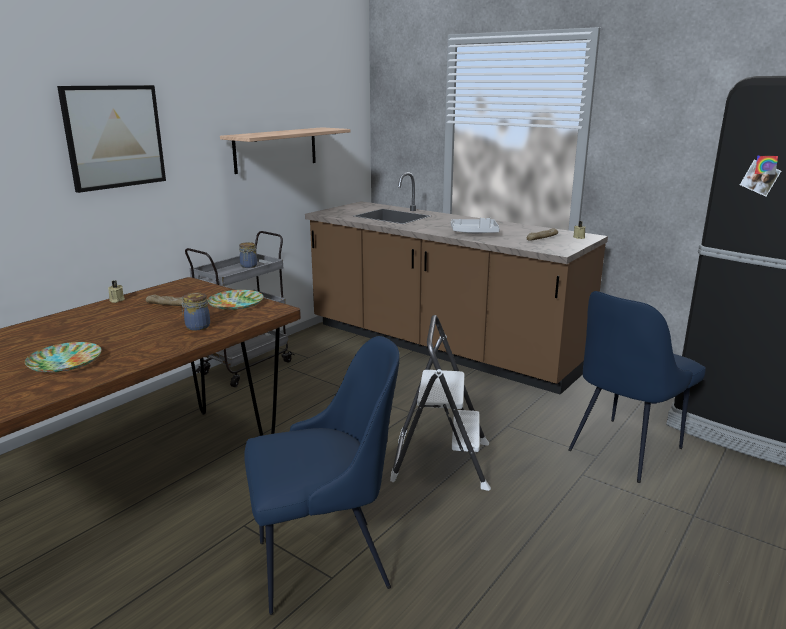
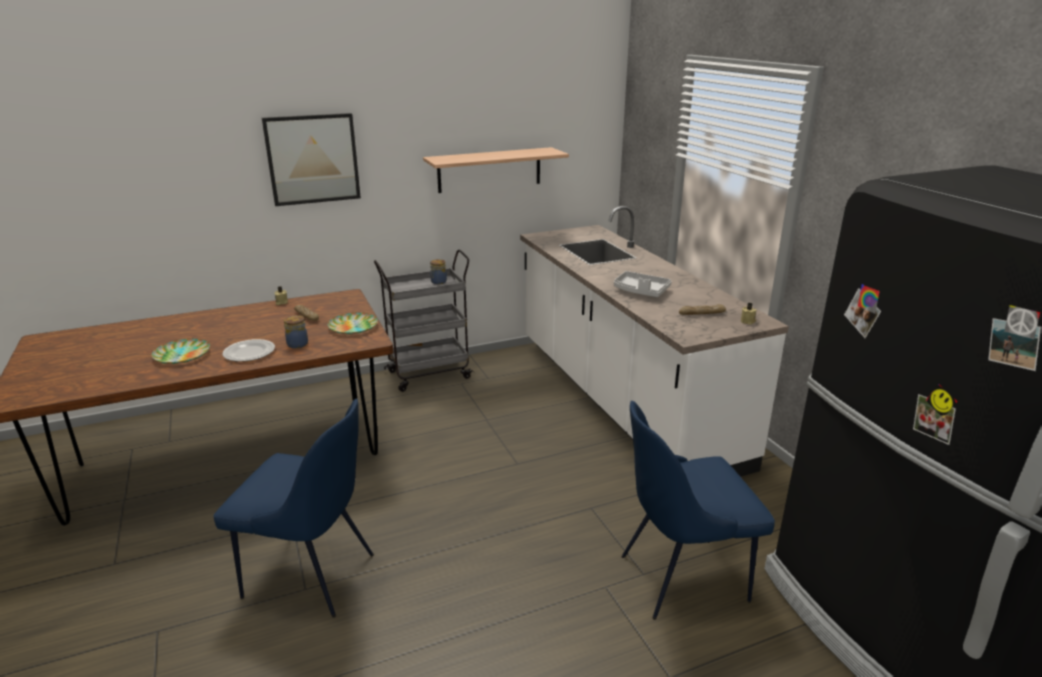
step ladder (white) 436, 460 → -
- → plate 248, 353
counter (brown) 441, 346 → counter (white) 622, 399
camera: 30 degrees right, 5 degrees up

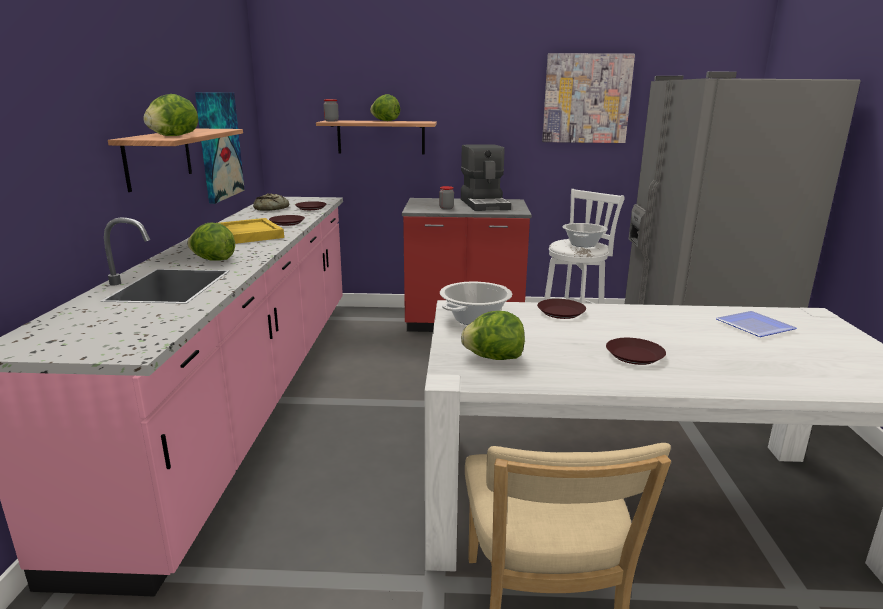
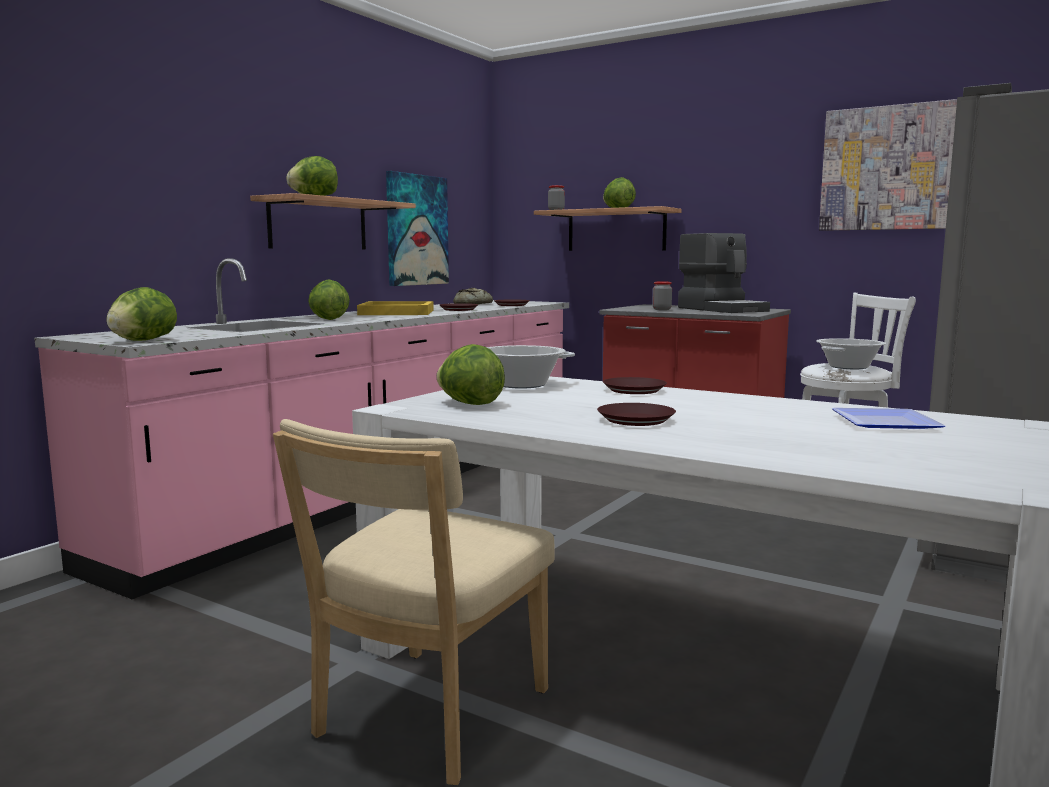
- → lettuce 142, 340
coffee machine 485, 204 → coffee machine 722, 309, 45 degrees counterclockwise
camera: 30 degrees right, 10 degrees down

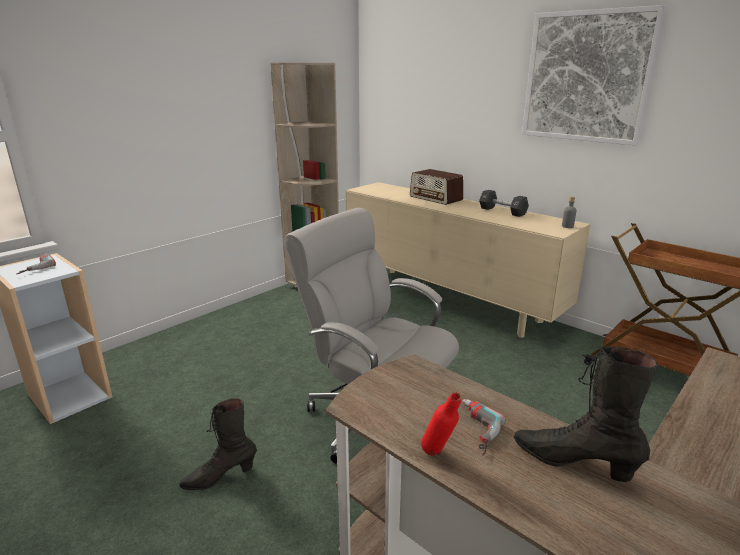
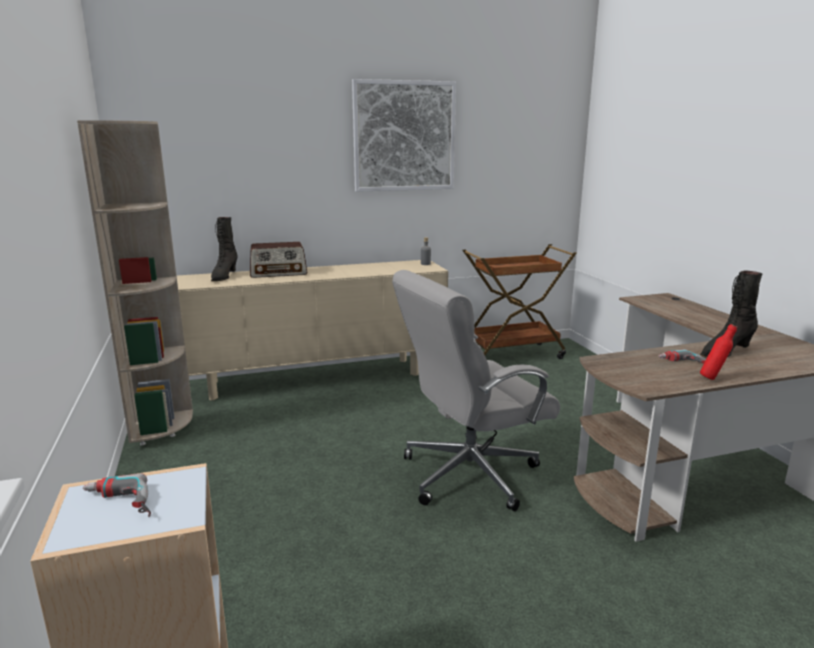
dumbbell (black) 502, 211 → -
boot (black) 220, 477 → boot (black) 224, 277, move
camera: 60 degrees left, 5 degrees down

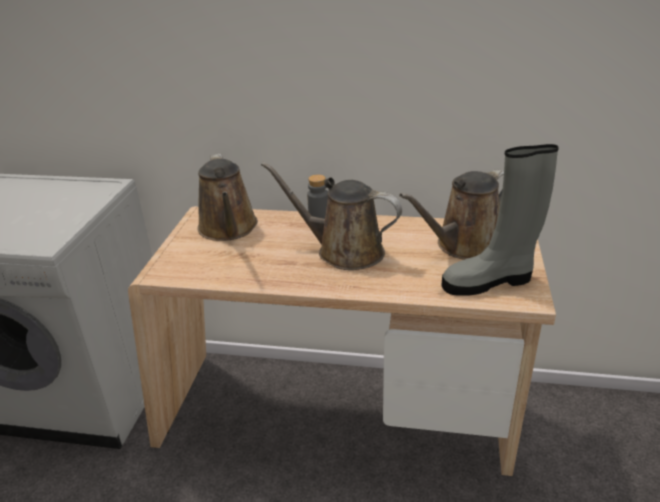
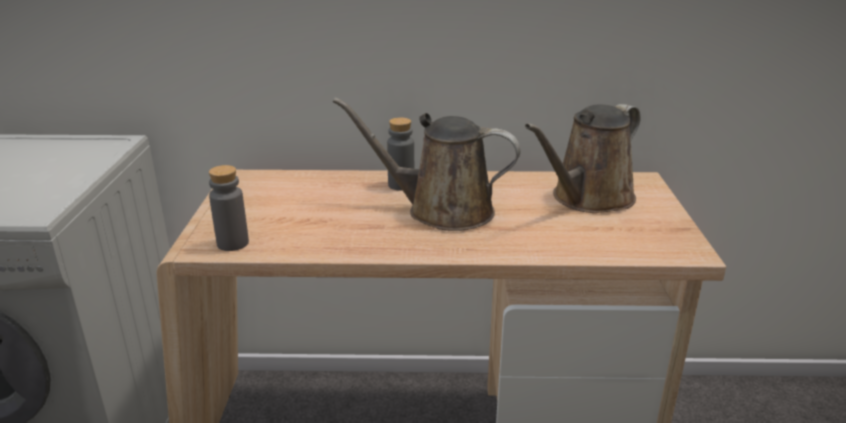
watering can (brown) 228, 229 → -
boot (grey) 489, 281 → -
- → bottle (grey) 233, 243
camera: 10 degrees left, 5 degrees down

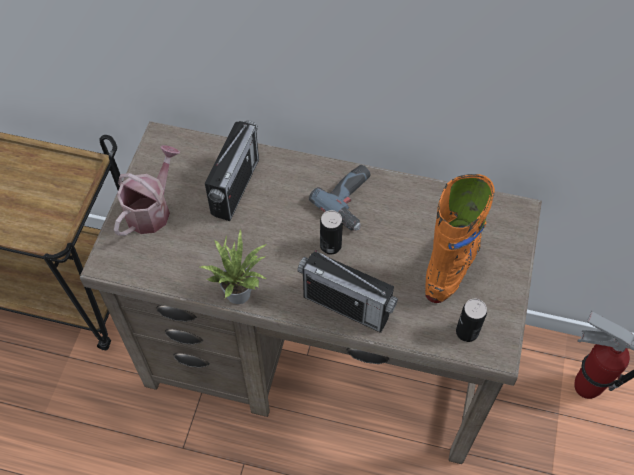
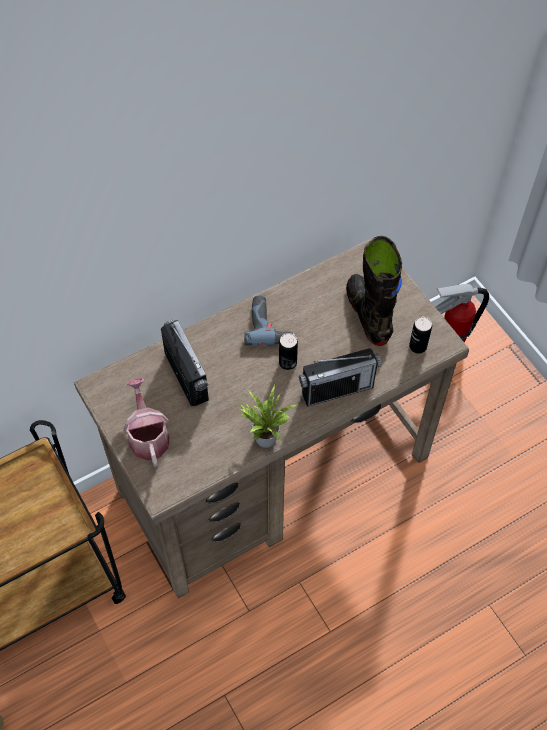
boot (orange) 452, 264 → boot (black) 368, 314
camera: 45 degrees left, 0 degrees up

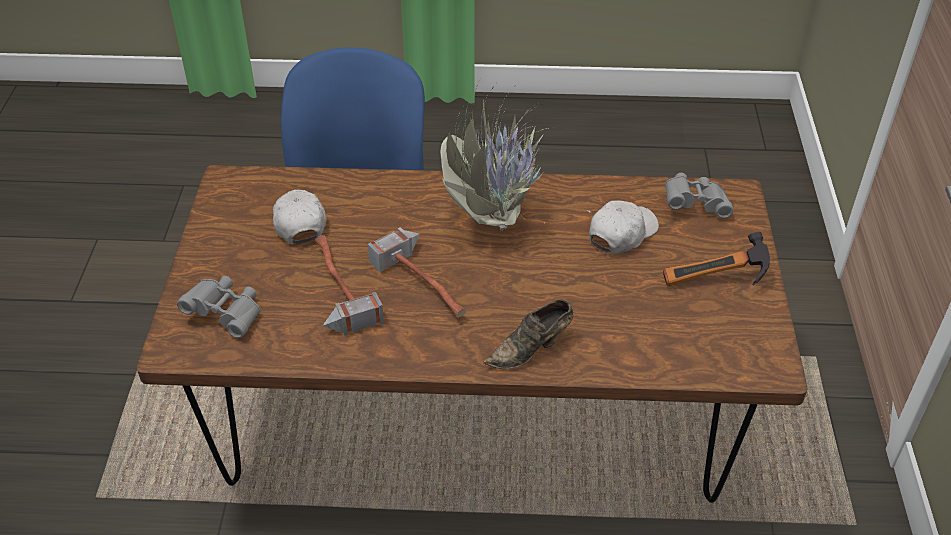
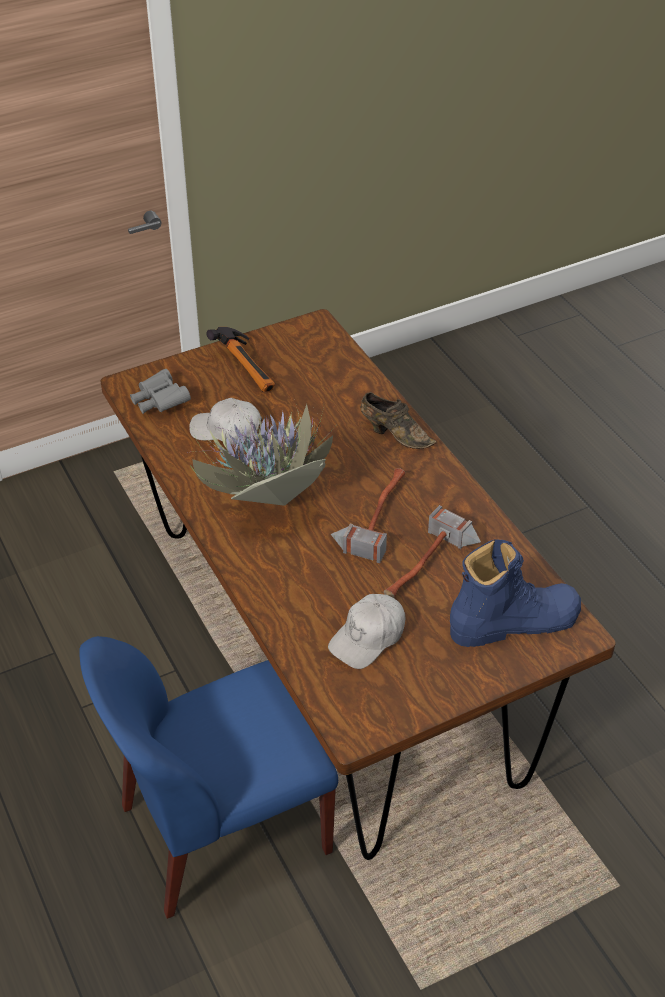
binoculars (grey) 226, 314 → boot (blue) 513, 622
camera: 120 degrees left, 0 degrees up

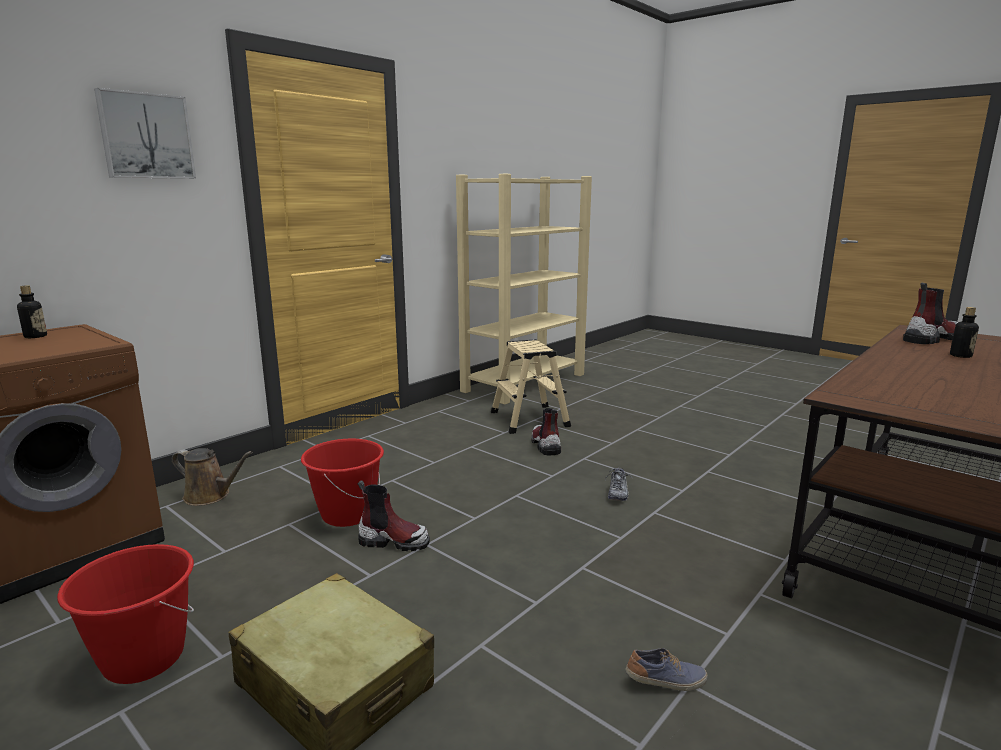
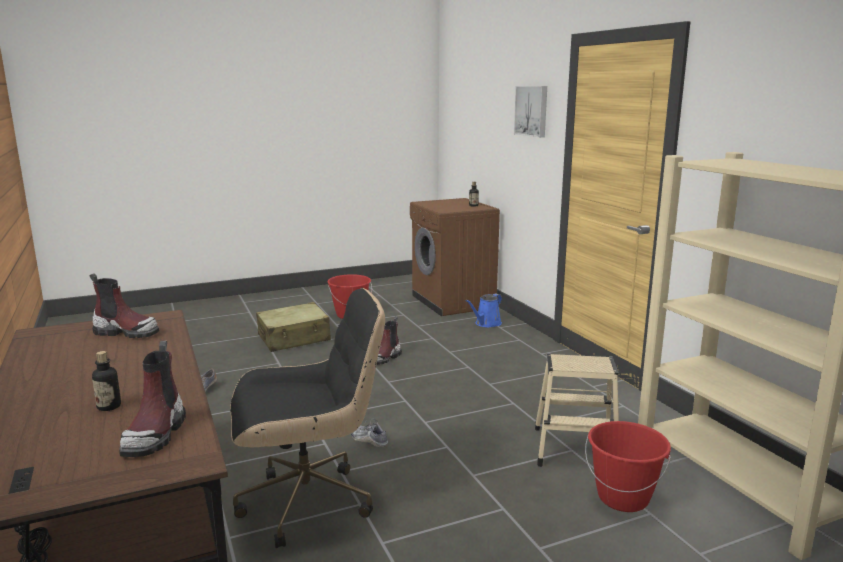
- → office chair (black) 311, 503
bucket (red) 347, 514 → bucket (red) 623, 498, move
boot 545, 445 → boot 127, 332, move
watering can (brown) 210, 496 → watering can (blue) 486, 324
camera: 115 degrees right, 0 degrees up

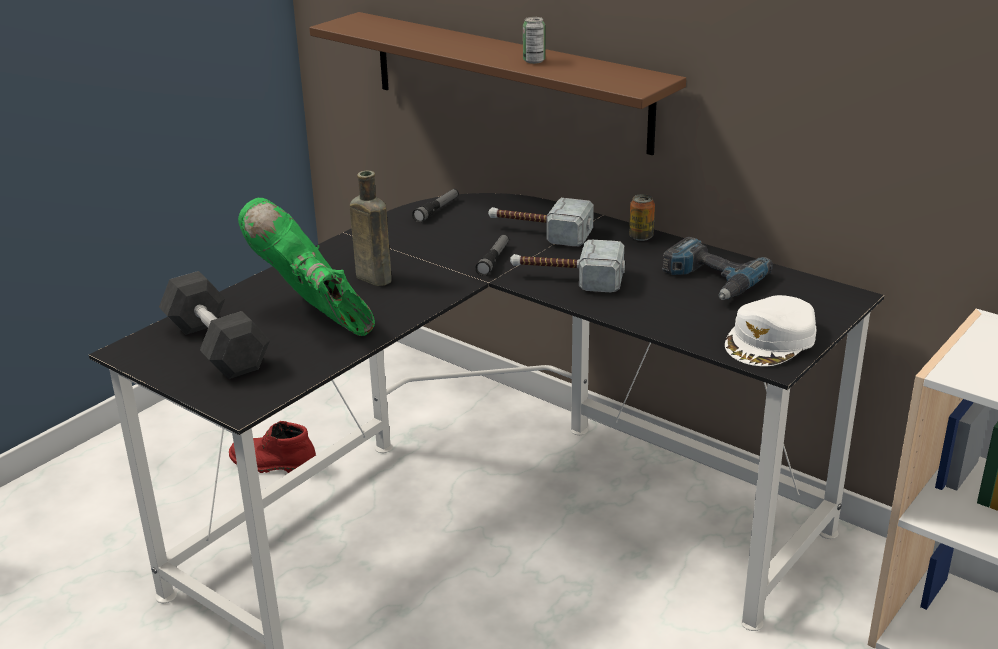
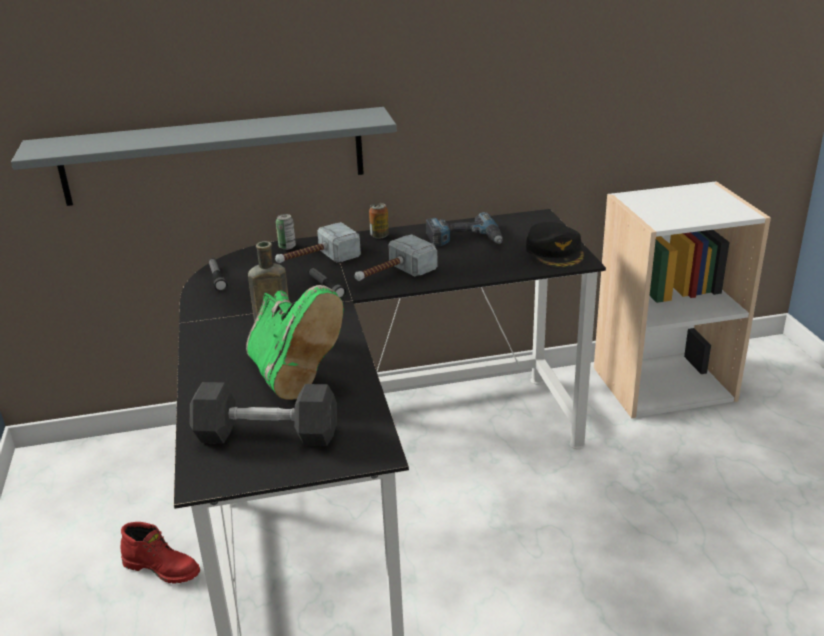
can 534, 61 → can 287, 246, move
shelf (brown) 507, 80 → shelf (grey) 214, 156
cap (white) 771, 341 → cap (black) 555, 252
boot (red) 272, 464 → boot (red) 163, 568, 120 degrees counterclockwise
boot (green) 316, 317 → boot (green) 292, 377, 120 degrees counterclockwise
camera: 50 degrees left, 0 degrees up

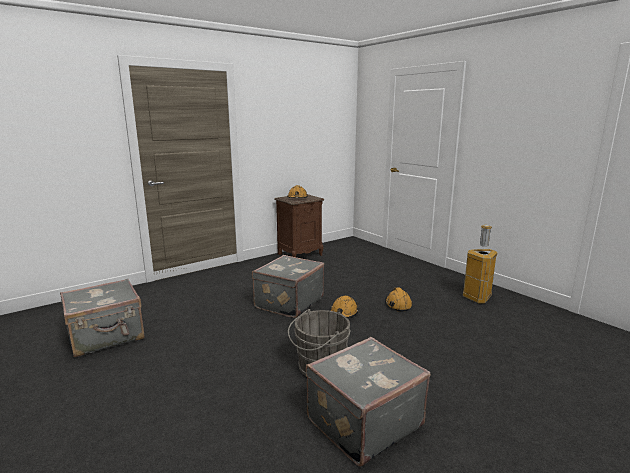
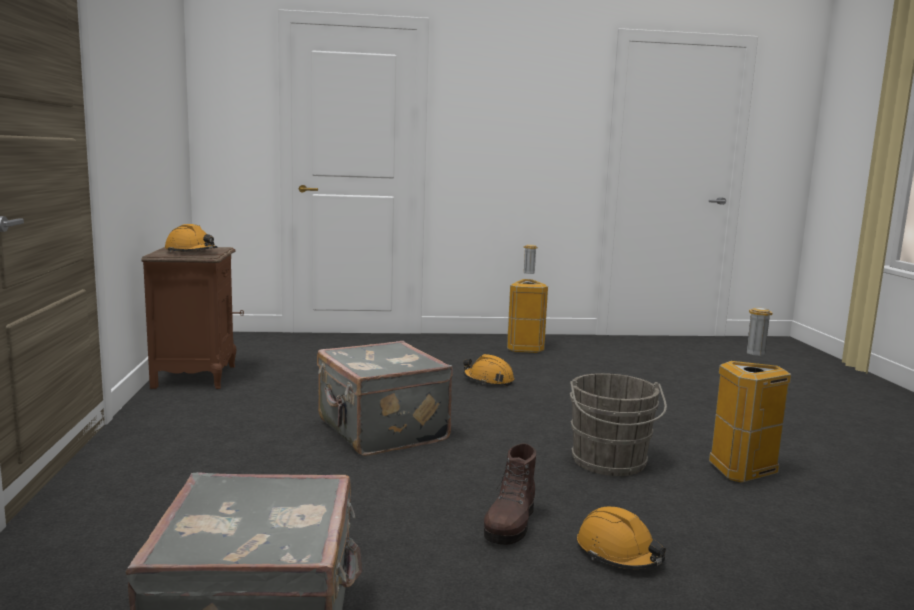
- → boot (brown) 510, 525
hard hat (orange) 344, 313 → hard hat (orange) 619, 553, move
suitcase (grey) 362, 421 → trash can 743, 472
camera: 60 degrees left, 5 degrees down

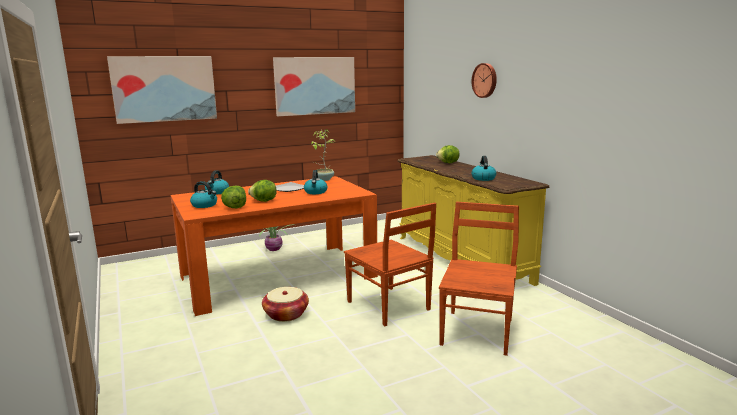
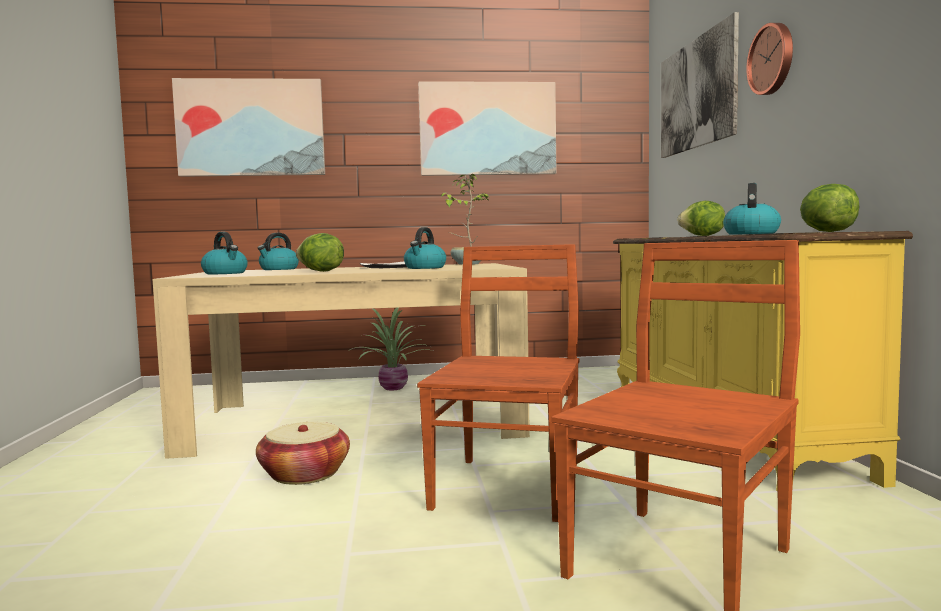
- → picture 696, 94
lettuce 235, 207 → lettuce 827, 232, move
dining table (orange) 277, 276 → dining table (beige) 357, 420
chair (brown) 389, 306 → chair (brown) 509, 485, 150 degrees counterclockwise
camera: 20 degrees right, 10 degrees down

